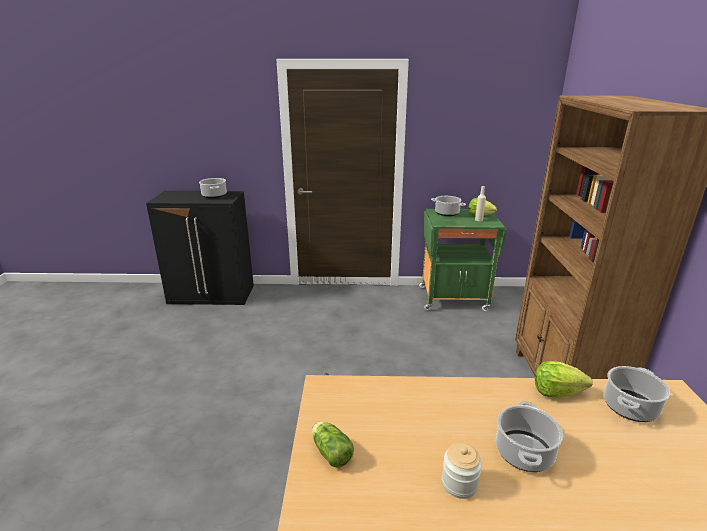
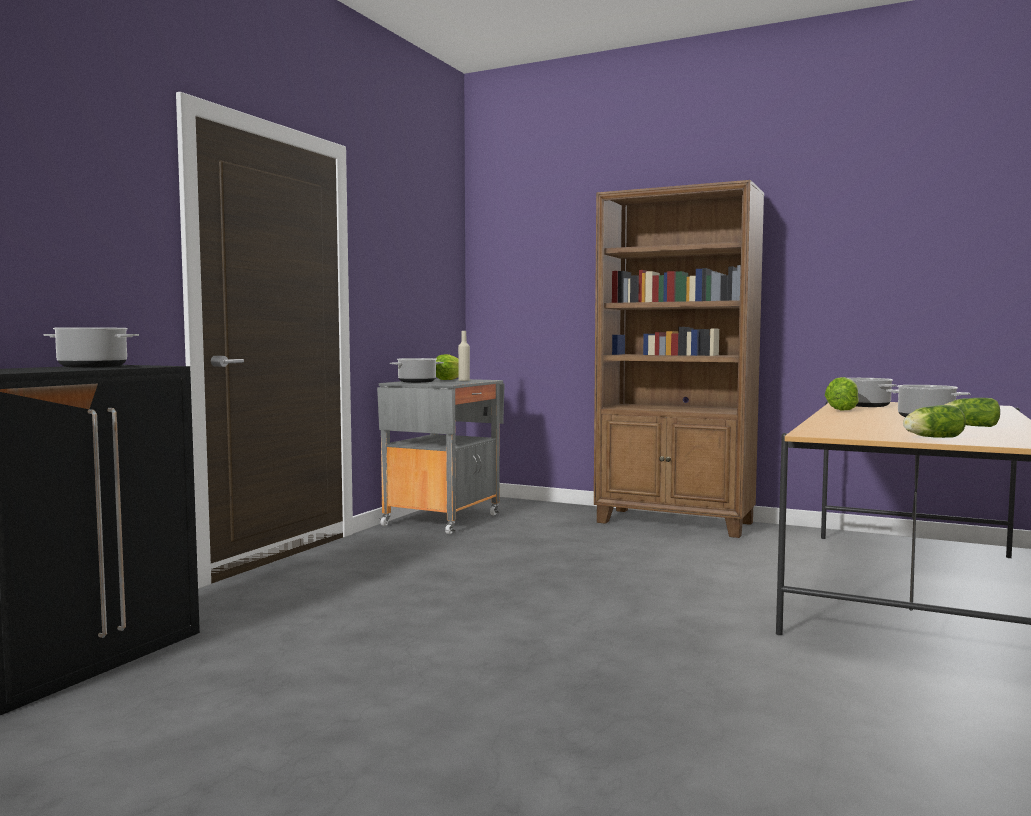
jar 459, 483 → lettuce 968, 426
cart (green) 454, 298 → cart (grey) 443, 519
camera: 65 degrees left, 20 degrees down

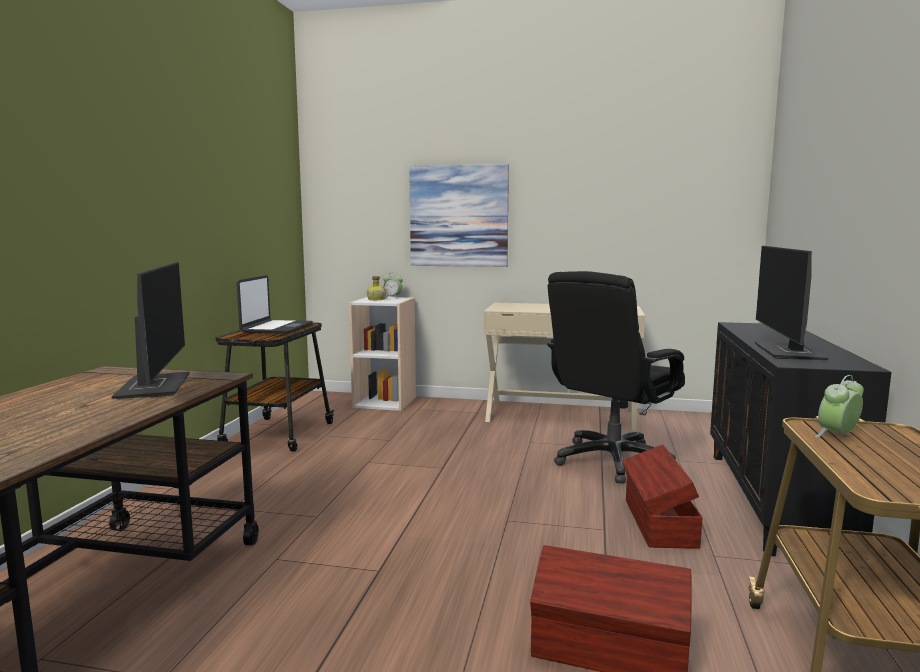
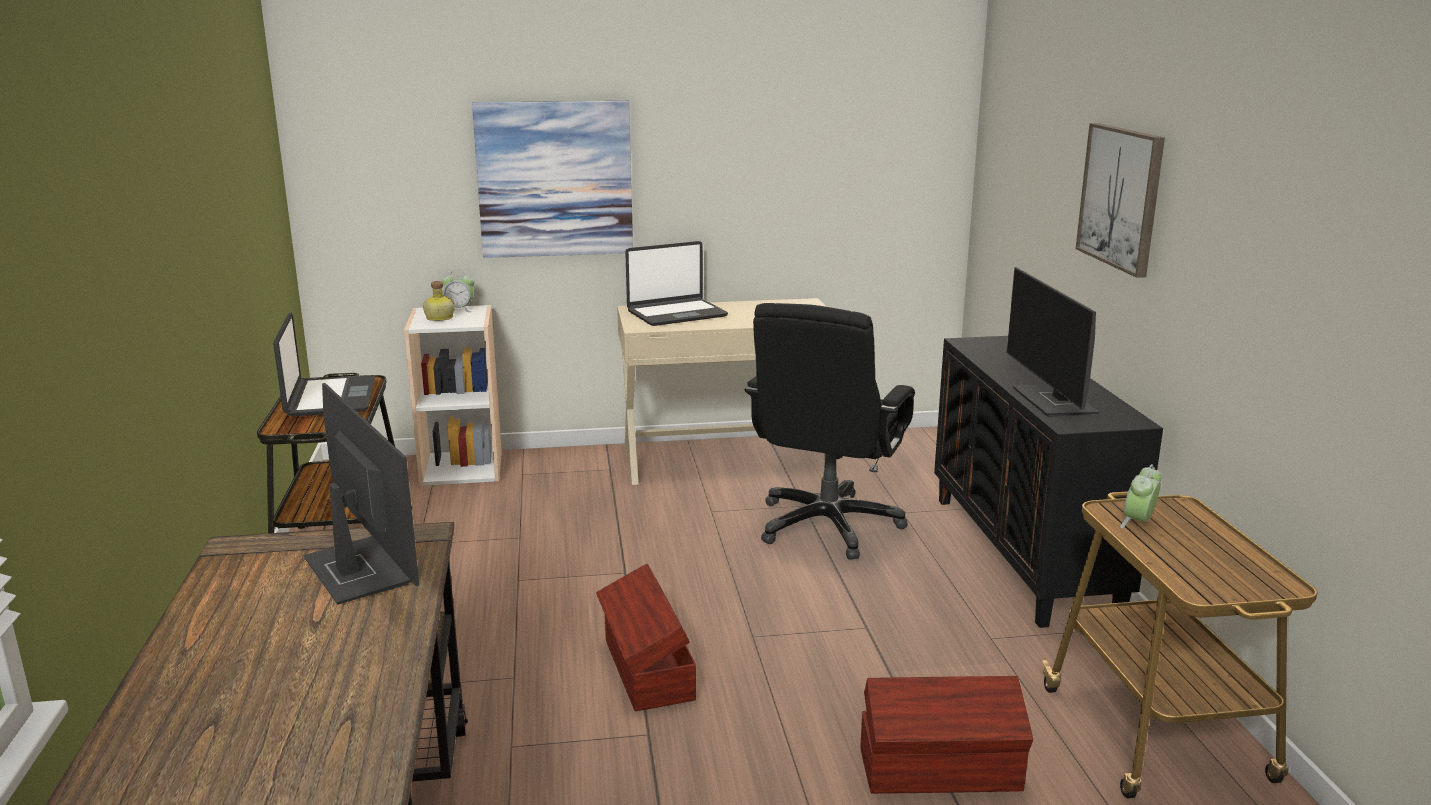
- → laptop 676, 314
- → picture 1121, 197
storage box (brown) 658, 523 → storage box (brown) 646, 670, move
camera: 20 degrees left, 10 degrees up

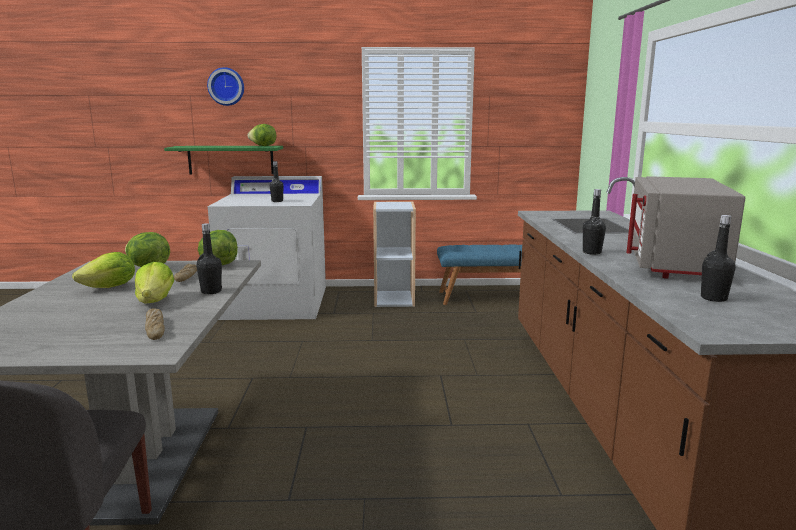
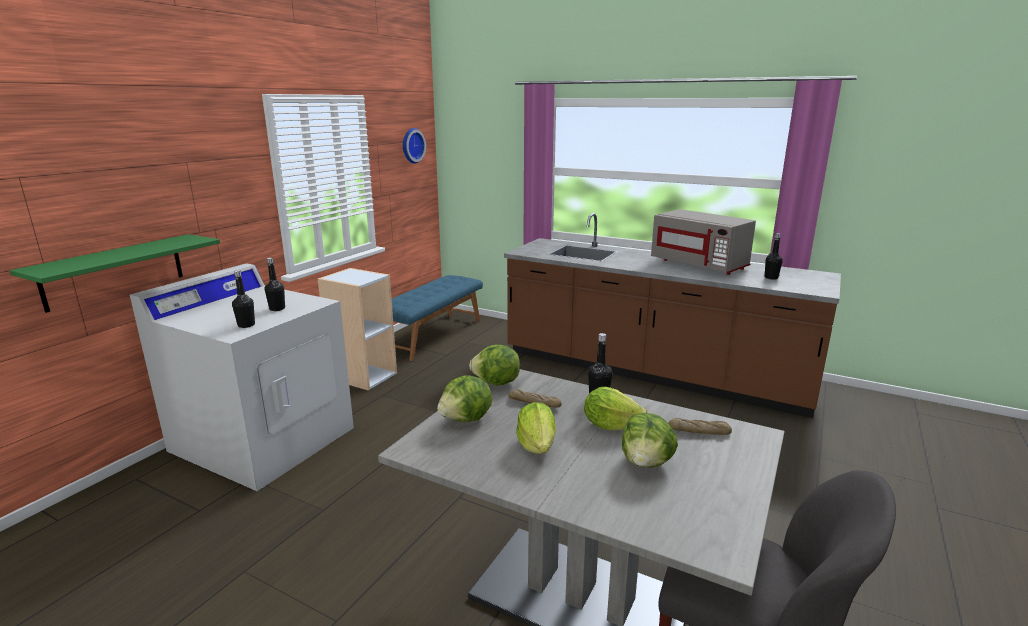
wall clock 226, 86 → wall clock 411, 145, move
lettuce 263, 146 → lettuce 646, 463, move
bottle (black) 591, 252 → bottle (black) 246, 325, move
camera: 60 degrees left, 5 degrees up

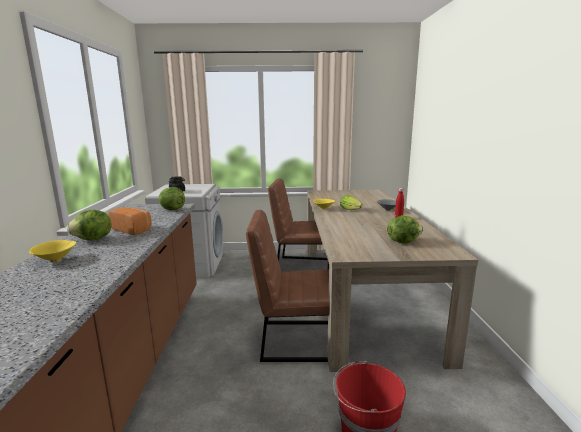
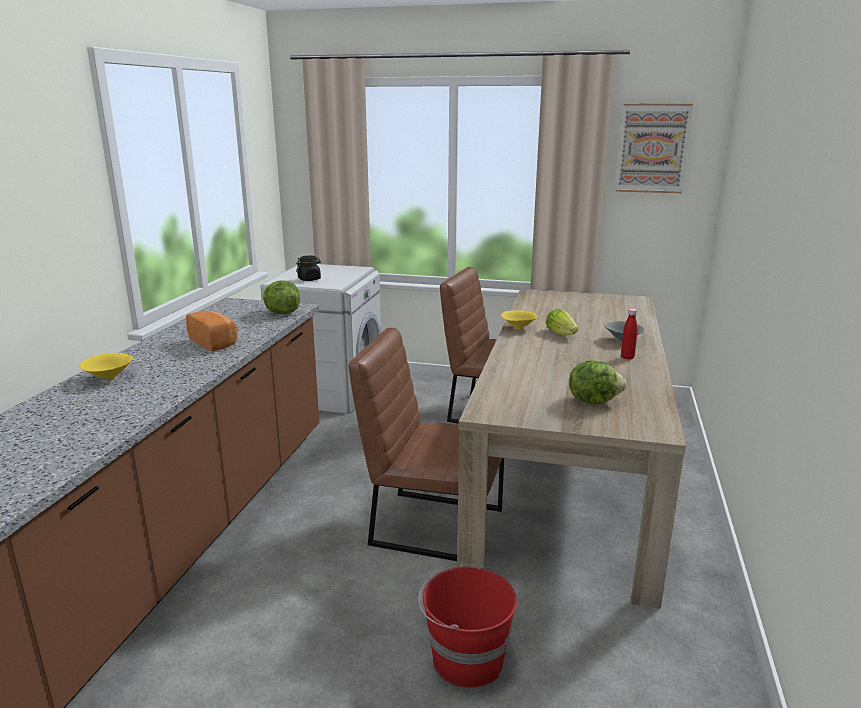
lettuce 93, 239 → -
- → picture 652, 148
camera: 15 degrees right, 5 degrees up

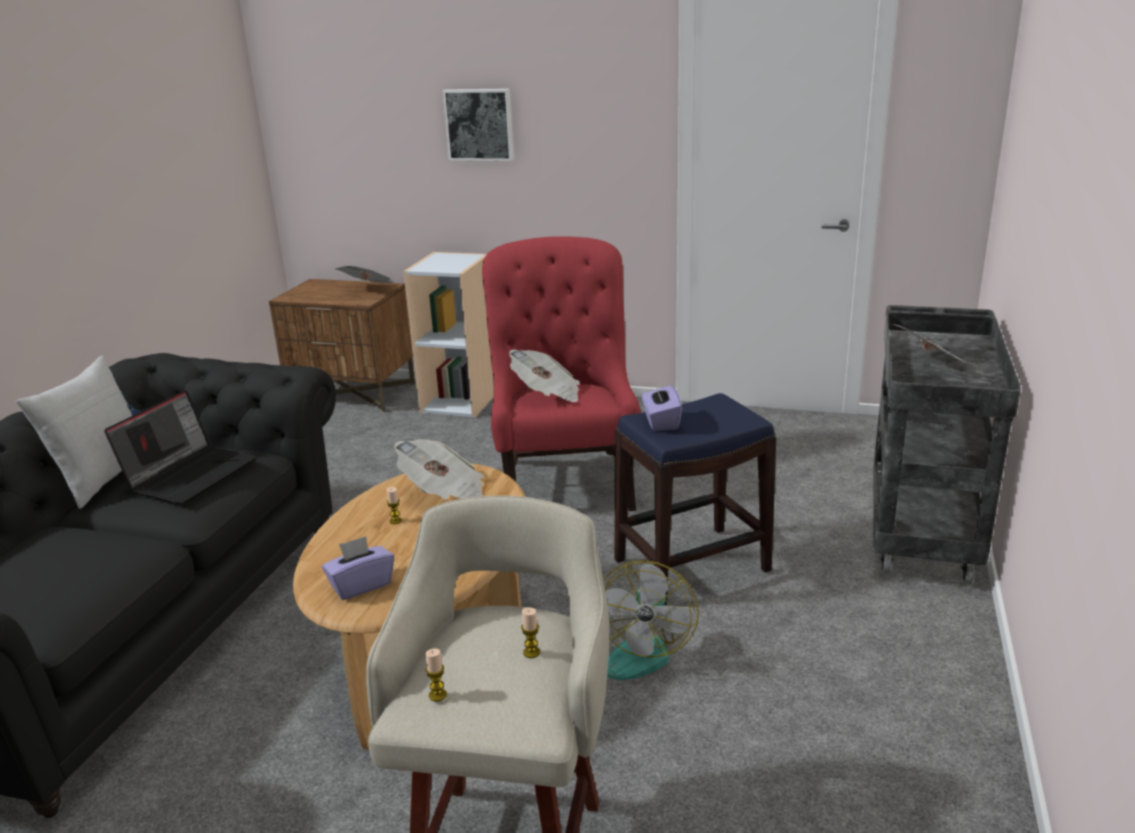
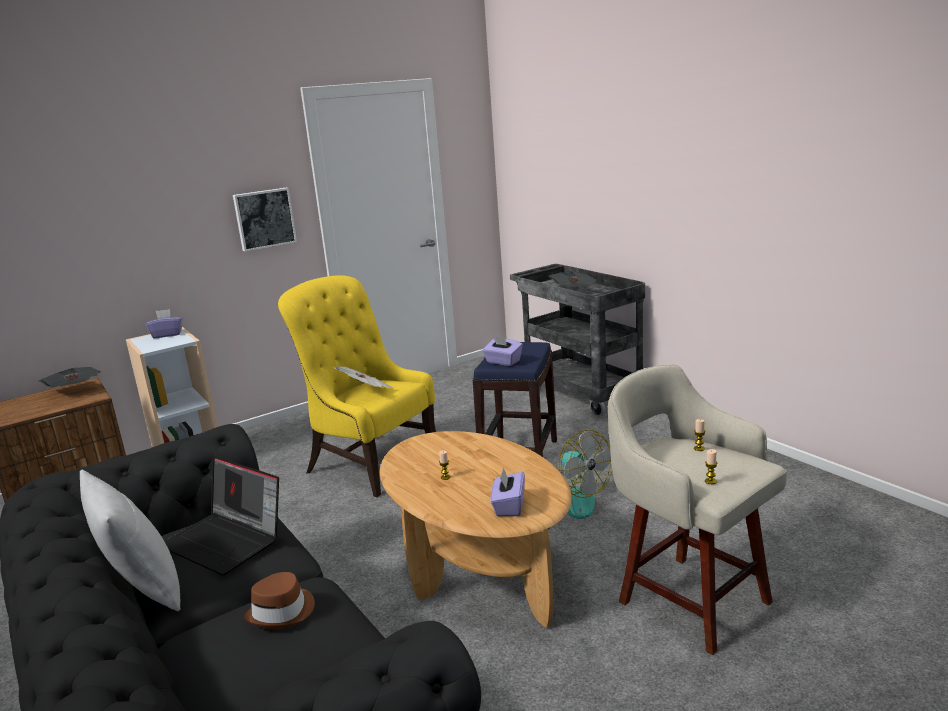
newspaper 444, 493 → -
- → tissue box (purple) 167, 334
- → hat (brown) 282, 612
picture 480, 124 → picture 264, 218, move
armchair (red) 565, 483 → armchair (yellow) 371, 463
laptop 191, 474 → laptop 227, 541, 150 degrees clockwise
camera: 50 degrees left, 5 degrees down

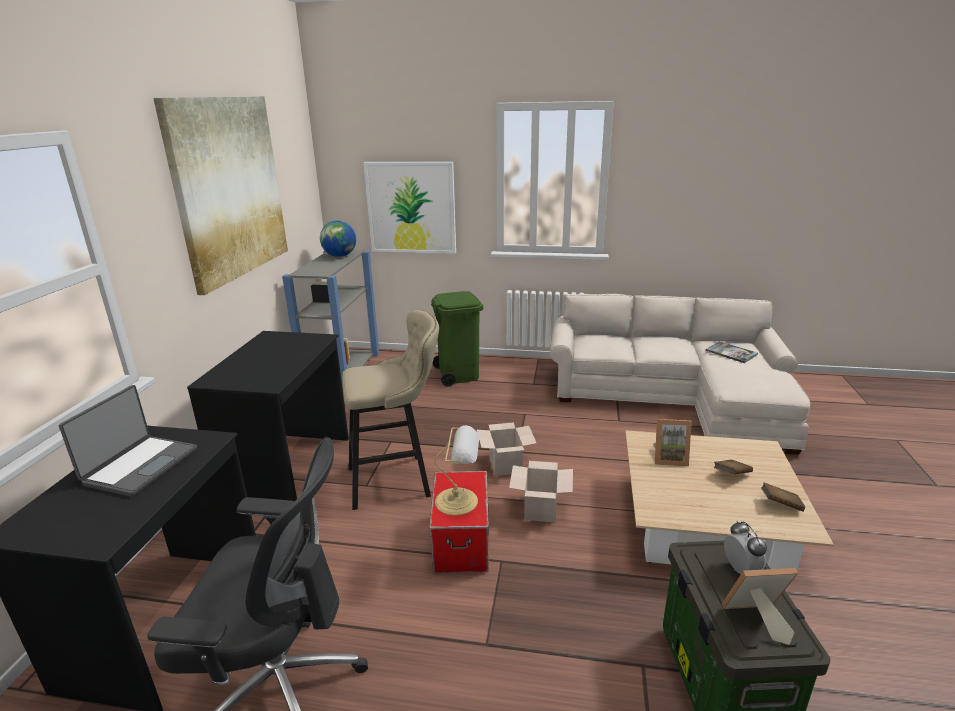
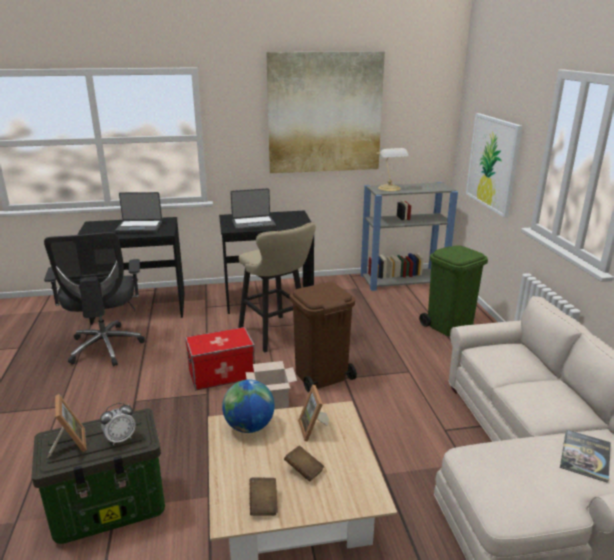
- → laptop 253, 223
globe 340, 256 → globe 249, 427, move
table lamp 459, 501 → table lamp 390, 188, move
cardboard box 506, 465 → trash can (brown) 321, 376
camera: 70 degrees right, 0 degrees up

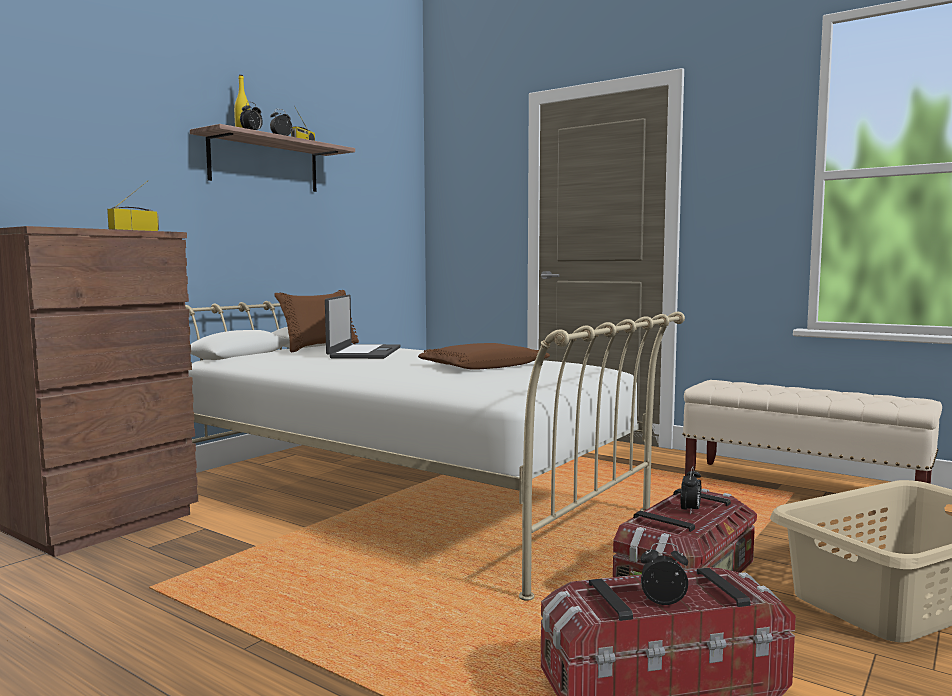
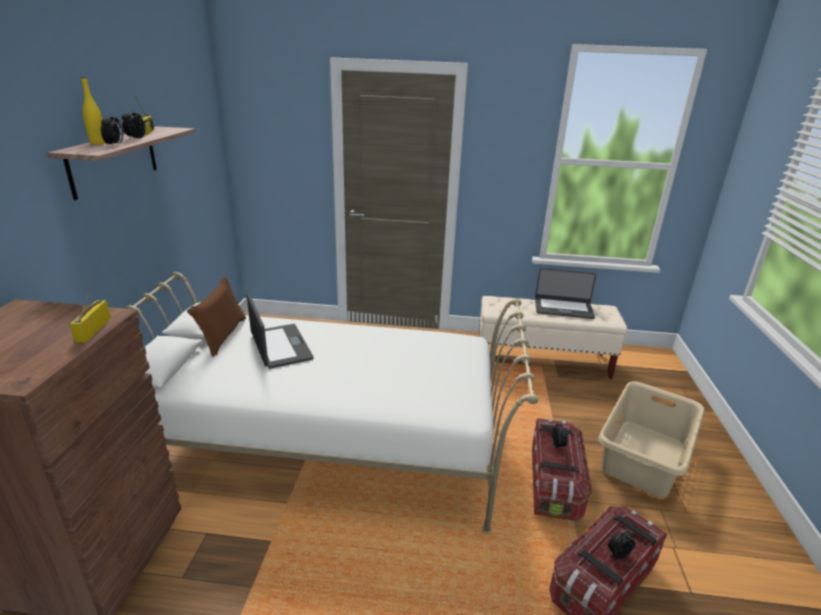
pillow (brown) 484, 365 → -
- → laptop 563, 308
camera: 30 degrees left, 20 degrees up

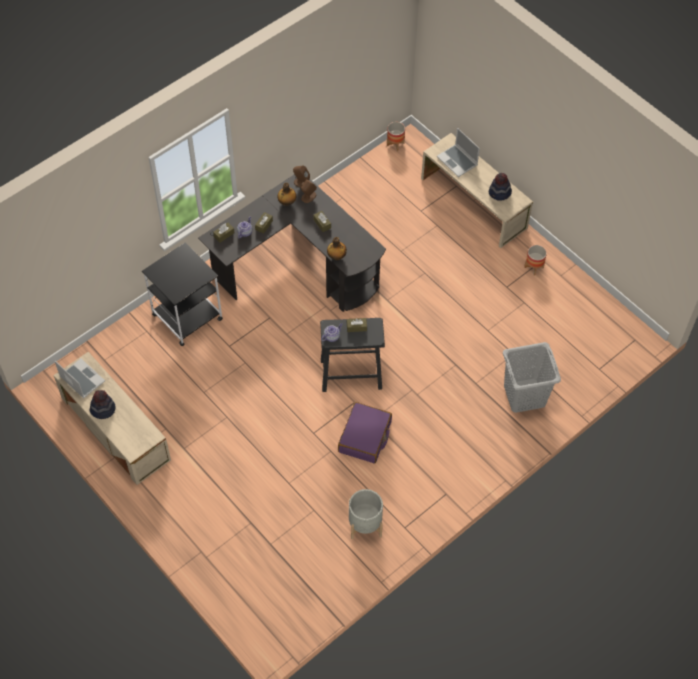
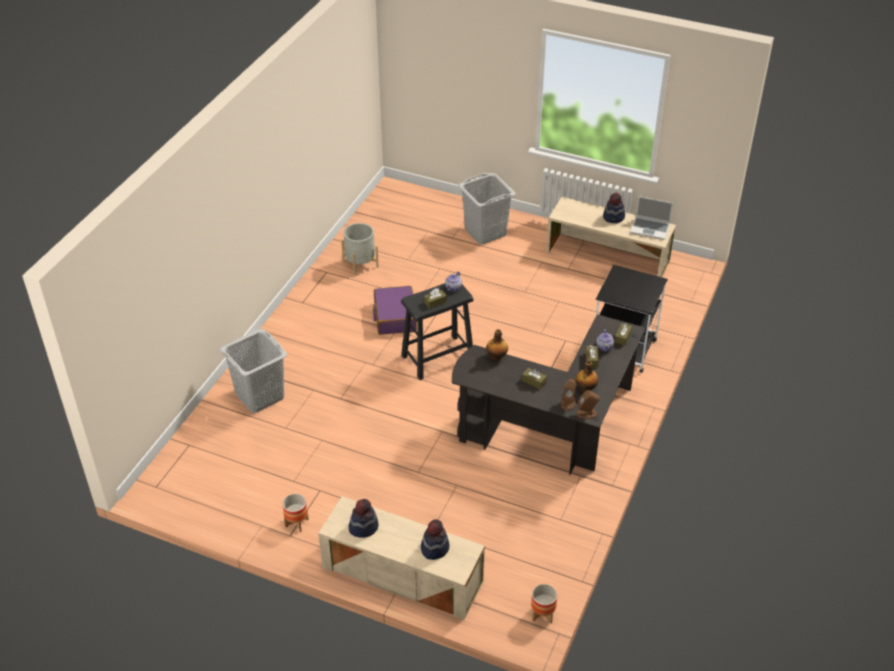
- → laundry basket (grey) 485, 232
laptop 458, 161 → hat 434, 548
camera: 155 degrees right, 15 degrees down

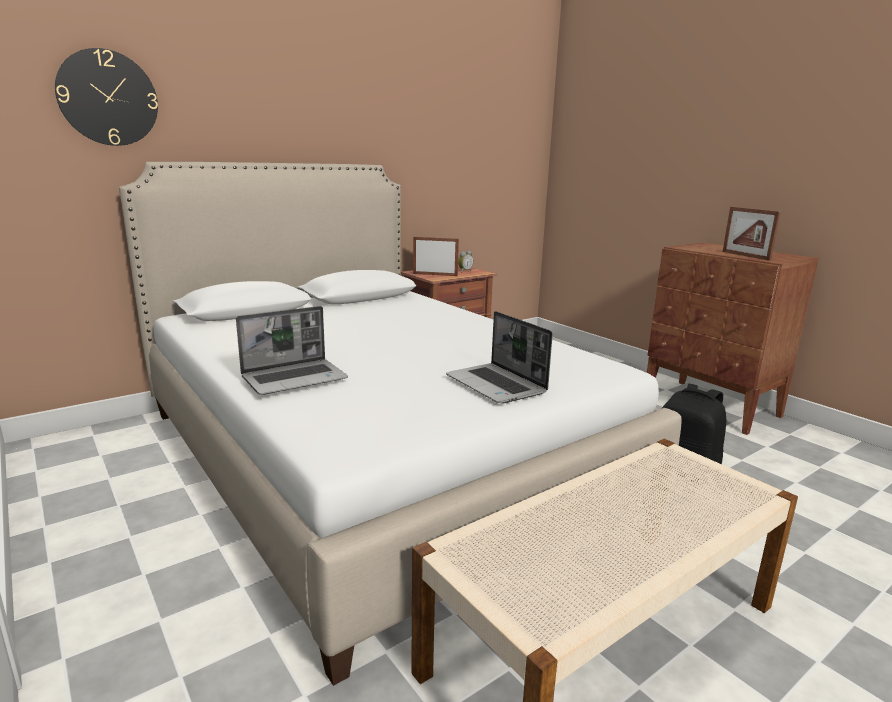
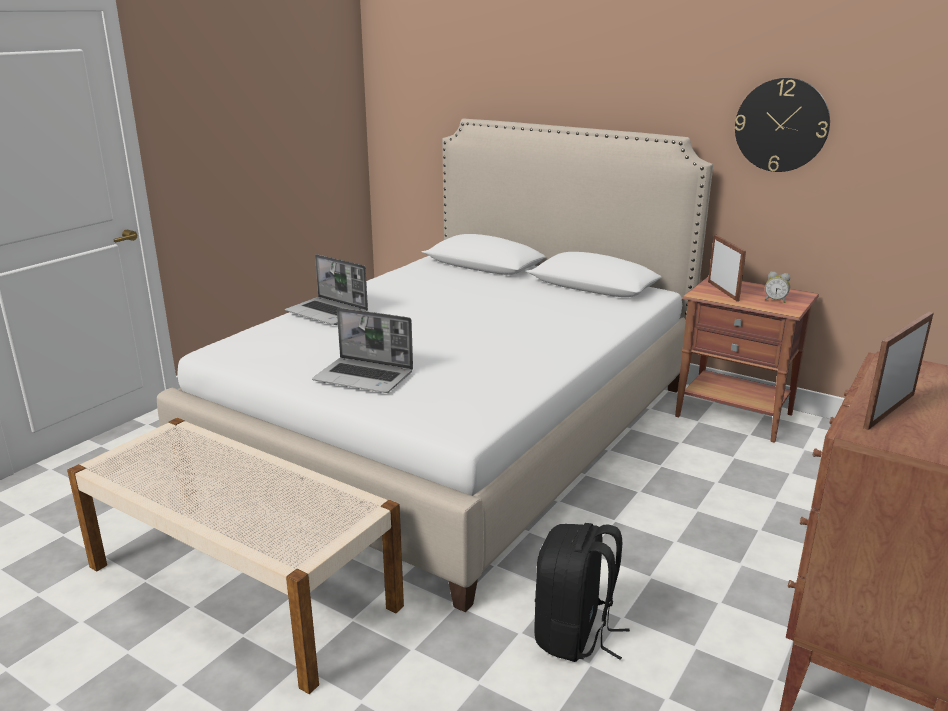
wall clock 108, 98 → wall clock 781, 125, move
laptop 497, 385 → laptop 365, 377, 105 degrees counterclockwise
camera: 70 degrees right, 5 degrees up

